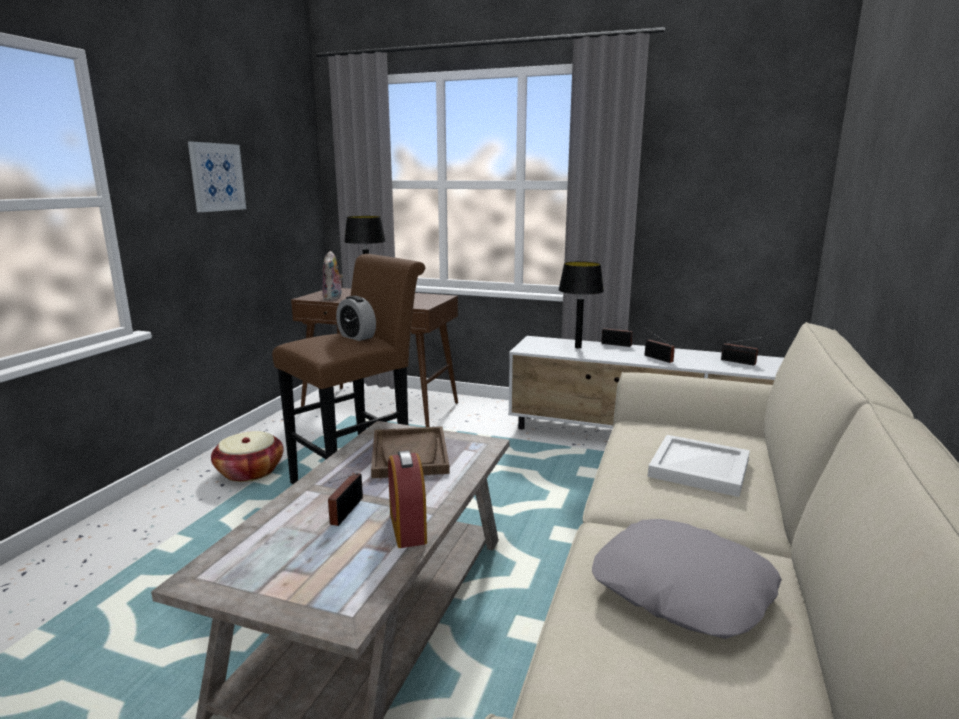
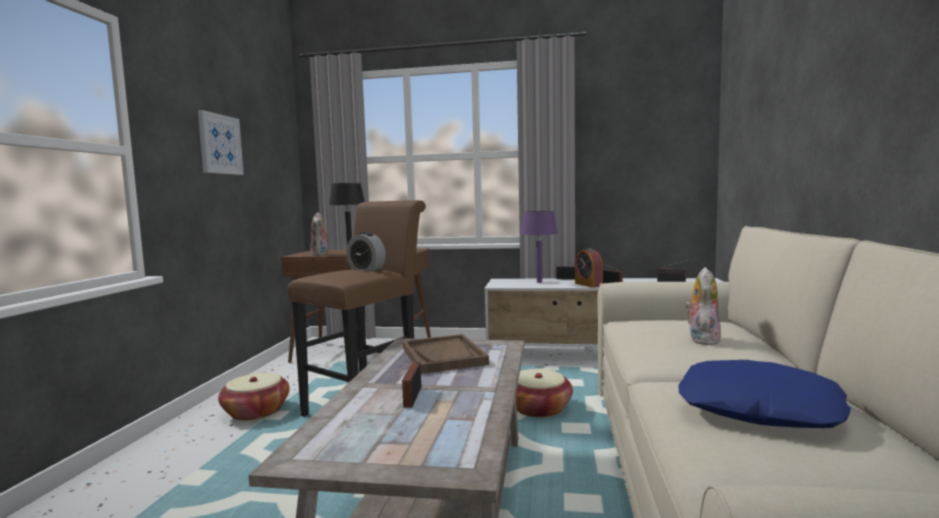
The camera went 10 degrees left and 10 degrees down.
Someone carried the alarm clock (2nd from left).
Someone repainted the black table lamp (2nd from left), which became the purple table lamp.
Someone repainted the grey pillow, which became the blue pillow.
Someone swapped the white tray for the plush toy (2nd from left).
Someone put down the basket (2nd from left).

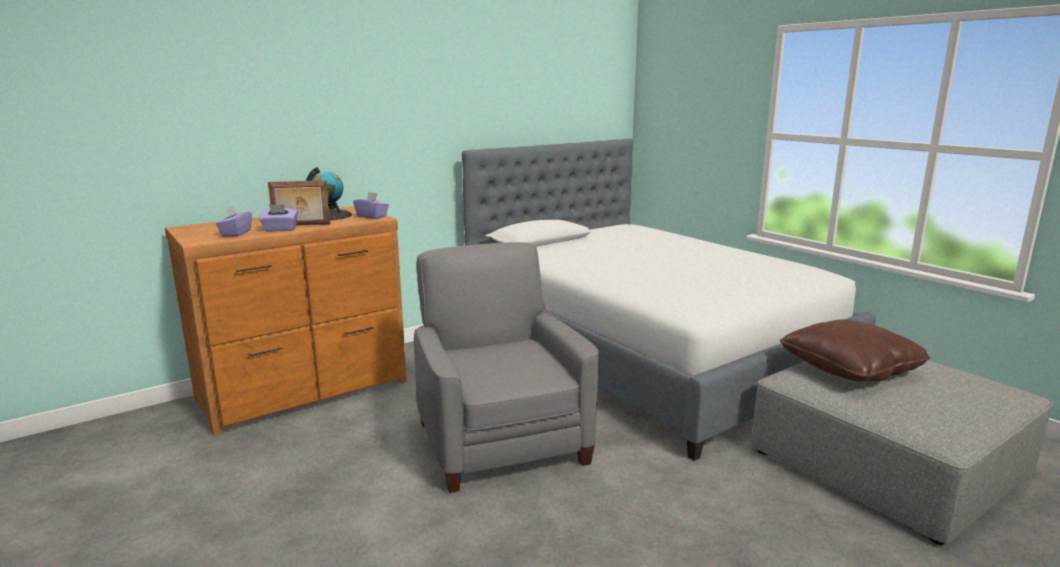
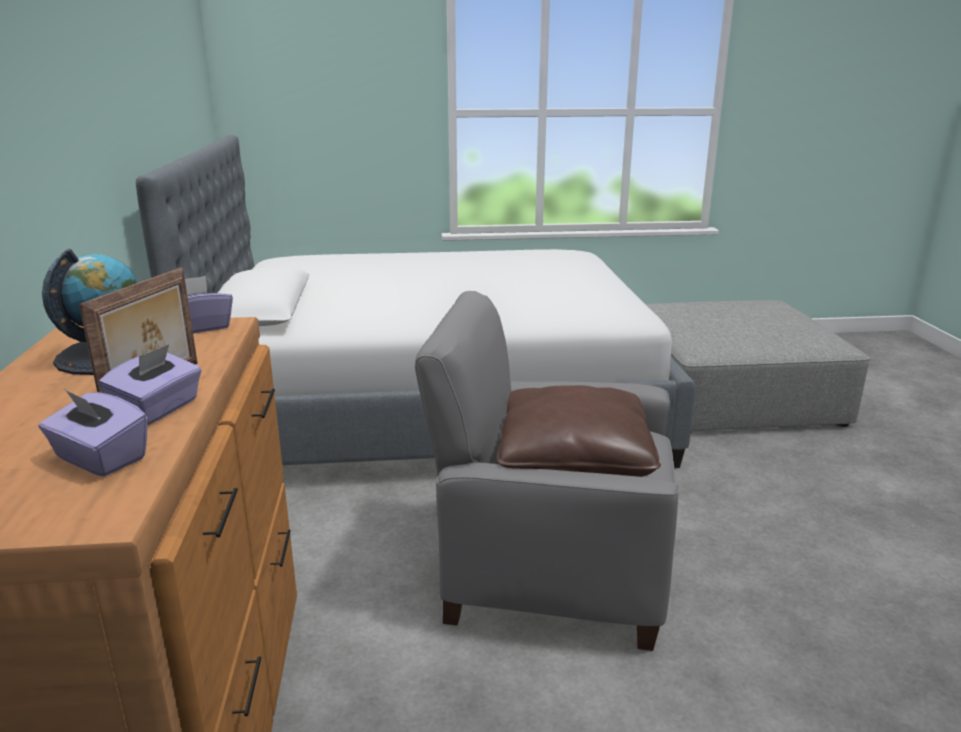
The camera went 60 degrees left and 5 degrees up.
Someone carried the brown pillow.

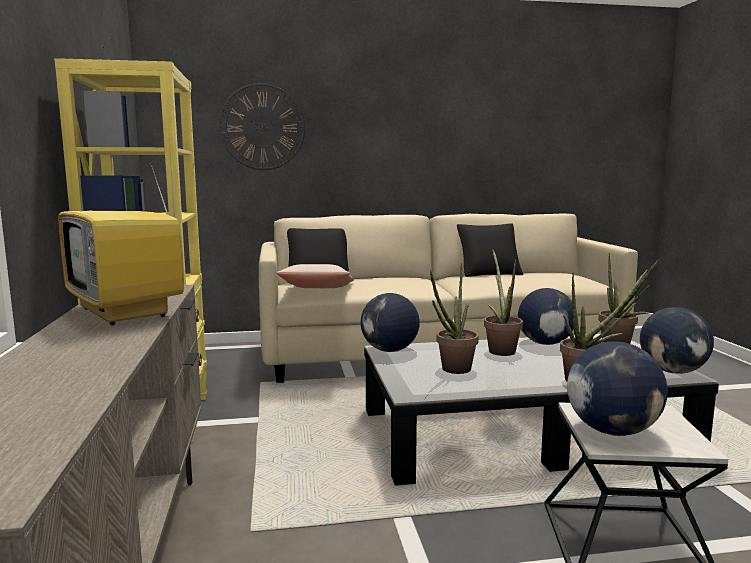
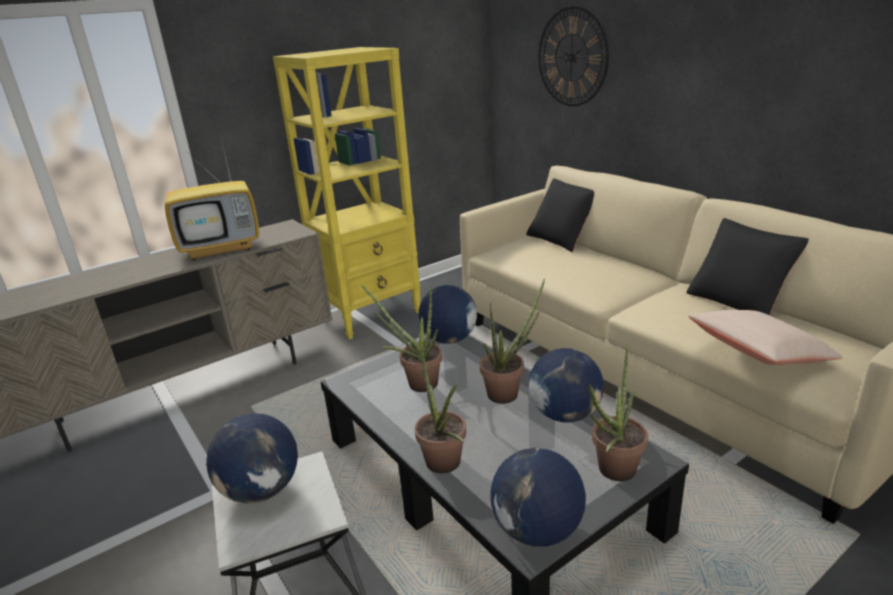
The camera went 65 degrees right and 15 degrees up.
Someone rotated the television by 135 degrees counterclockwise.
Someone carried the beige pillow.

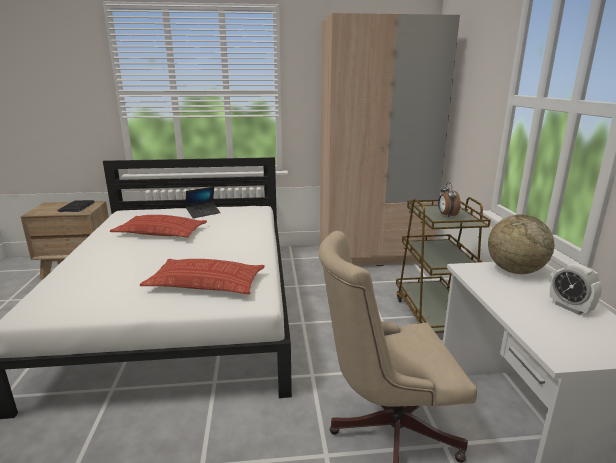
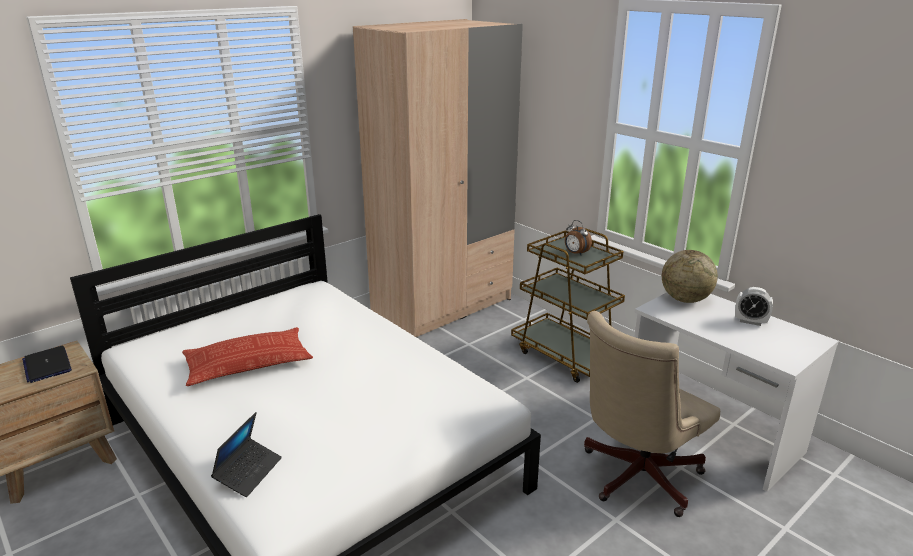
The camera went 35 degrees left and 5 degrees up.
Someone took away the pillow (2nd from left).
Someone carried the laptop (2nd from left).

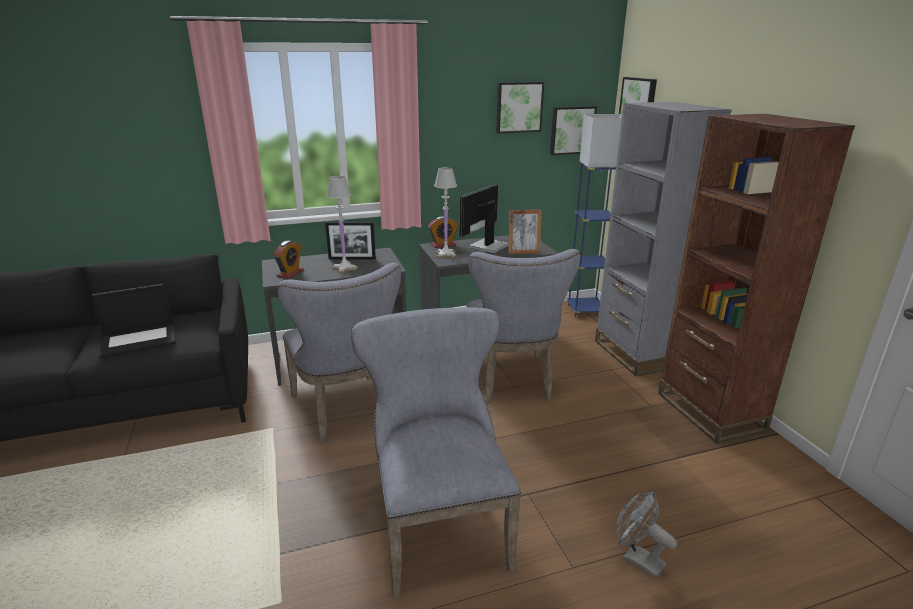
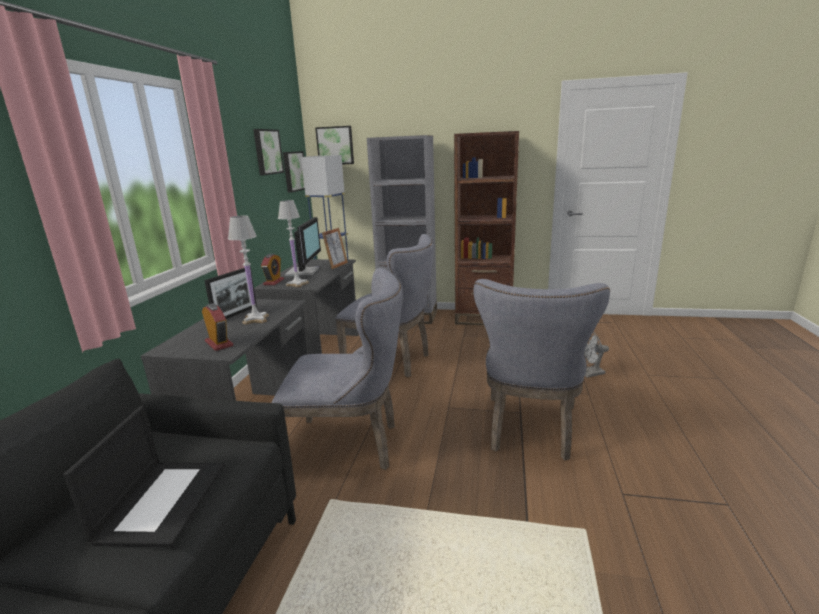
The camera went 60 degrees left and 5 degrees down.
Someone rotated the grey chair (2nd from left in the first image) by 90 degrees counterclockwise.
Someone rotated the monitor by 150 degrees counterclockwise.

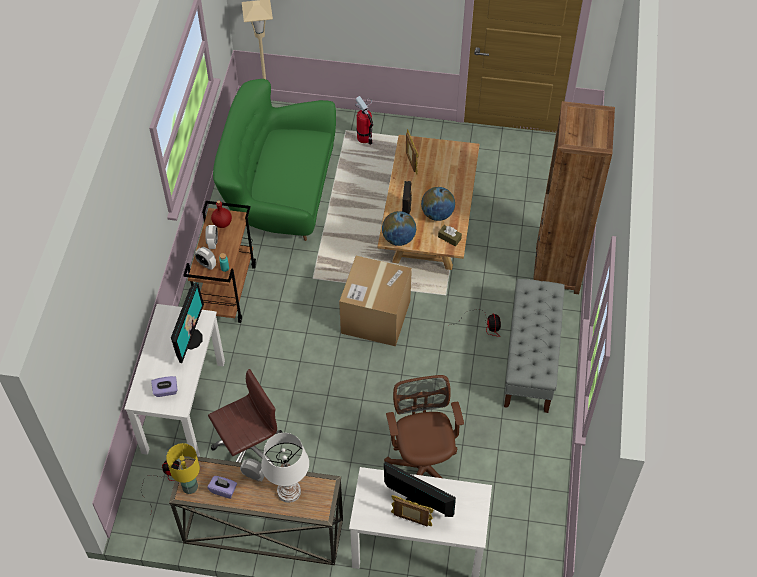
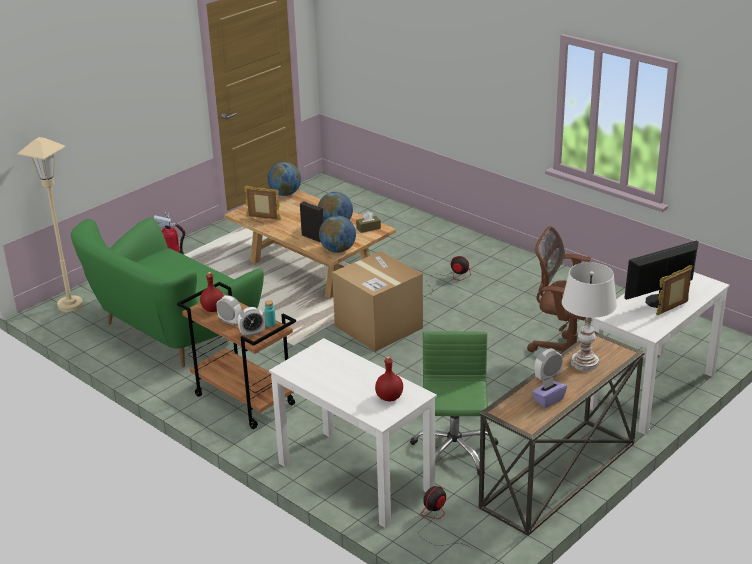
The camera went 55 degrees left and 25 degrees down.
Someone swapped the purple tissue box (1st from left) for the red bottle (2nd from left).
Someone took away the yellow table lamp.
Someone took away the monitor (1st from left).
Someone repainted the brown office chair (1st from left), which became the green office chair.
Someone took away the grey bench.
Someone took away the brown bookcase.
Someone put down the globe (1st from left).

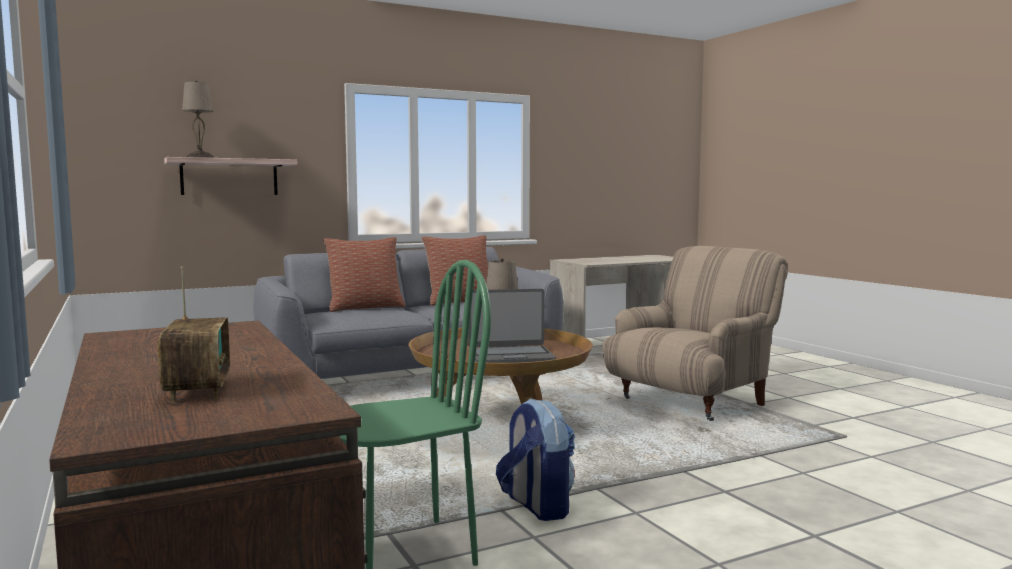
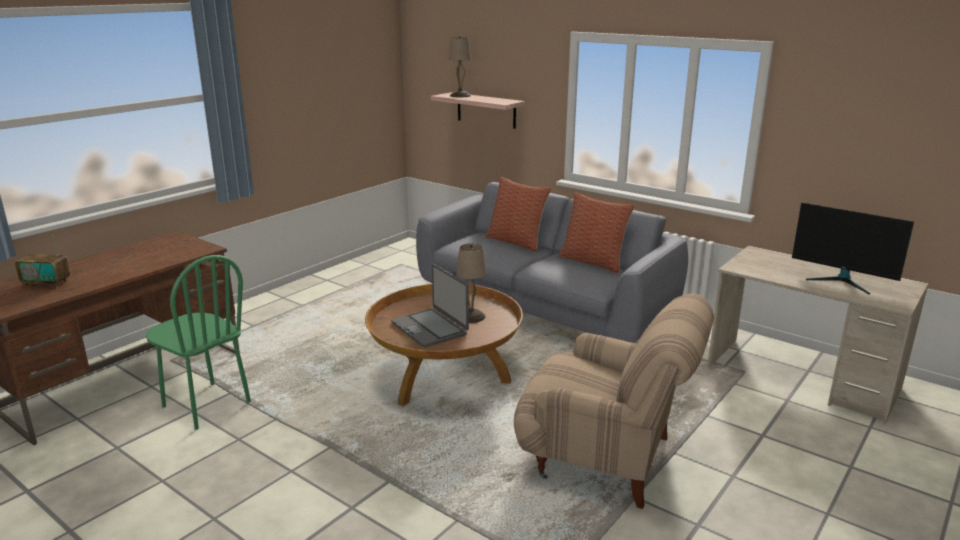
The camera went 65 degrees right and 15 degrees up.
Someone rotated the radio by 45 degrees clockwise.
Someone took away the backpack.
Someone put down the monitor.

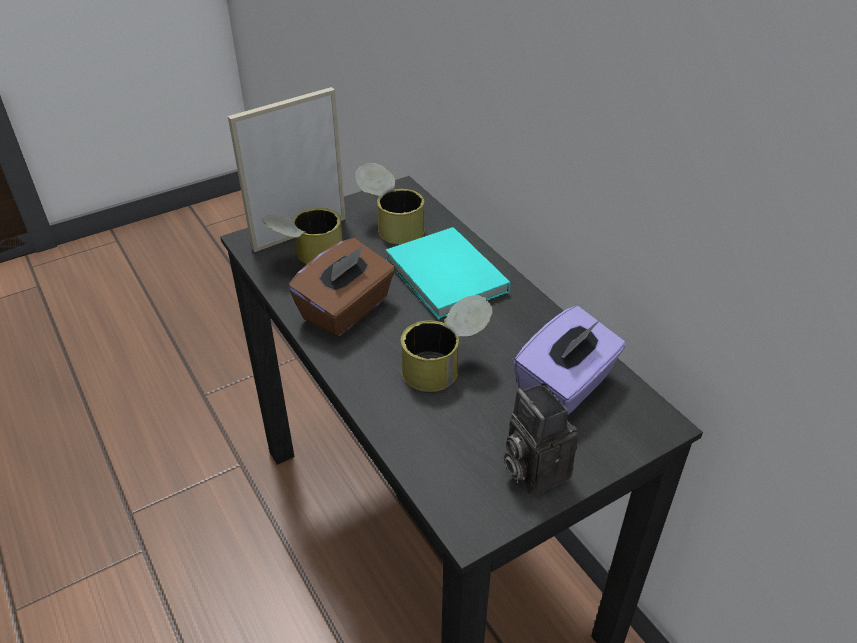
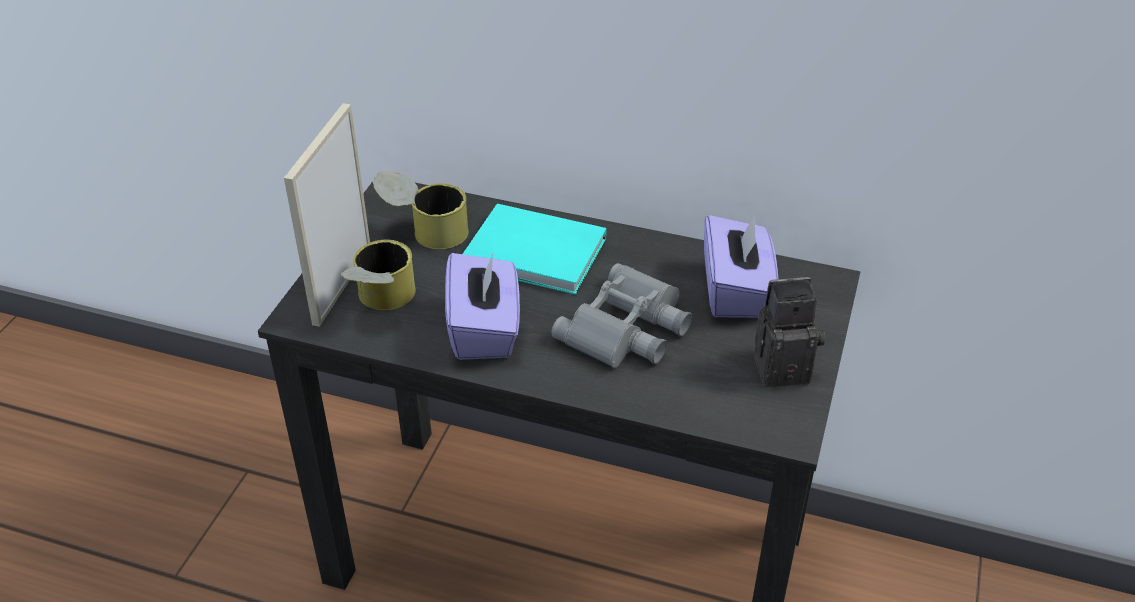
The camera went 40 degrees left and 0 degrees up.
Someone repainted the brown tissue box, which became the purple tissue box (1st from left).
Someone swapped the can (3rd from left) for the grey binoculars.
Someone rotated the photo camera by 150 degrees clockwise.

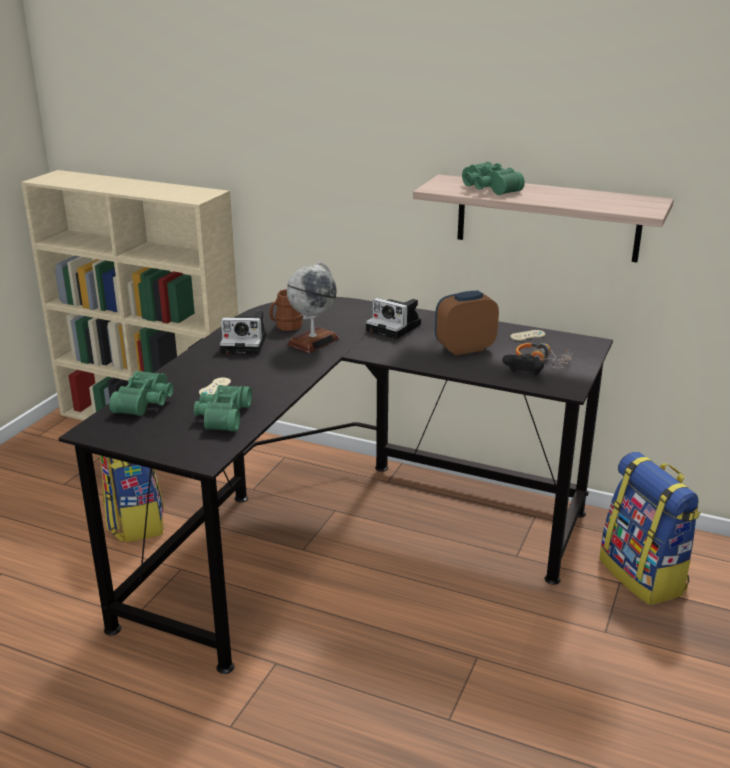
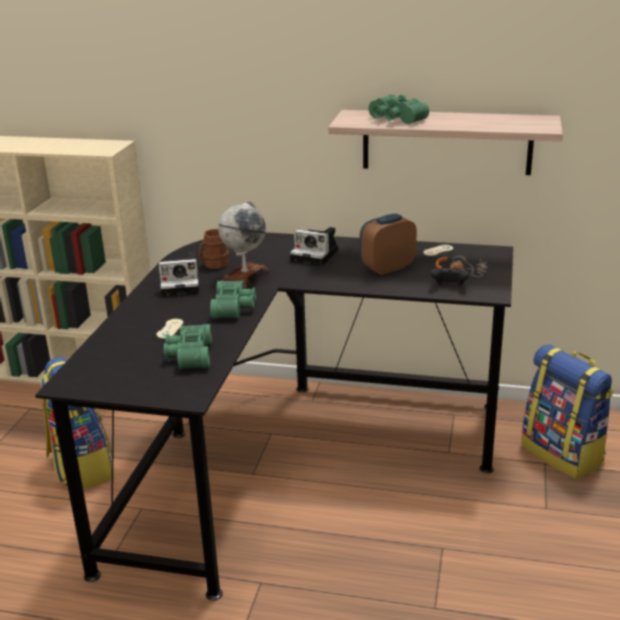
The camera went 10 degrees left and 0 degrees up.
Someone carried the green binoculars (1st from left in the first image).

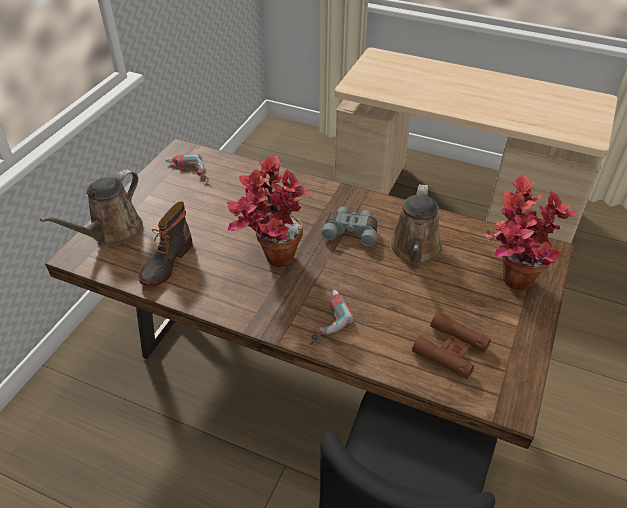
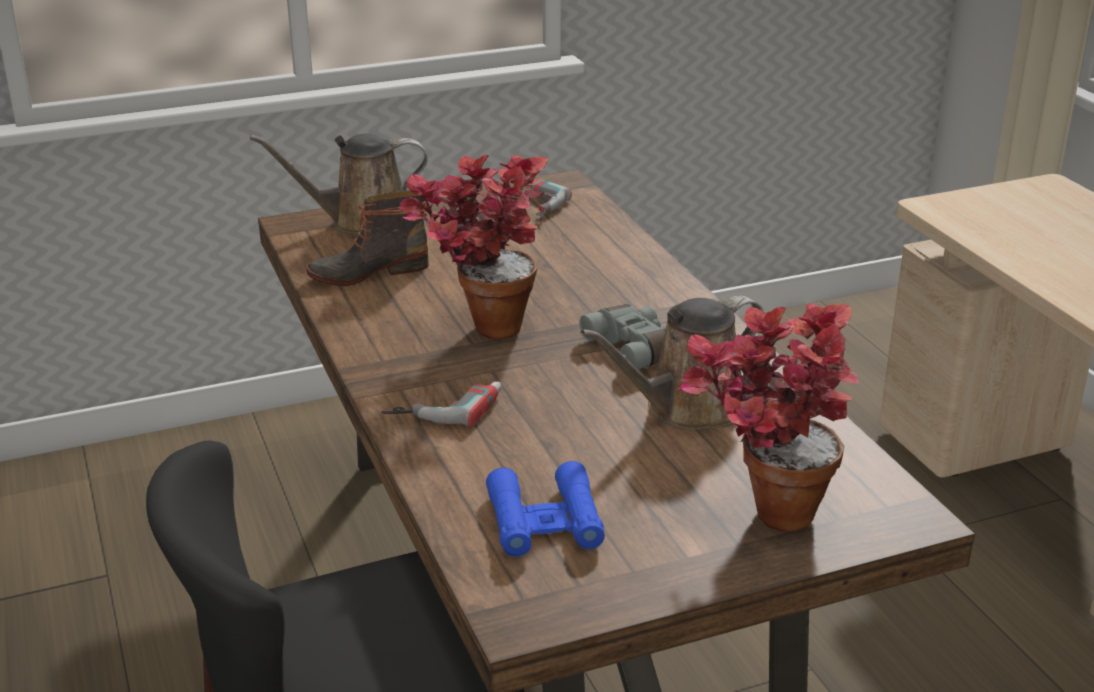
The camera went 45 degrees right and 15 degrees down.
Someone repainted the brown binoculars, which became the blue binoculars.

